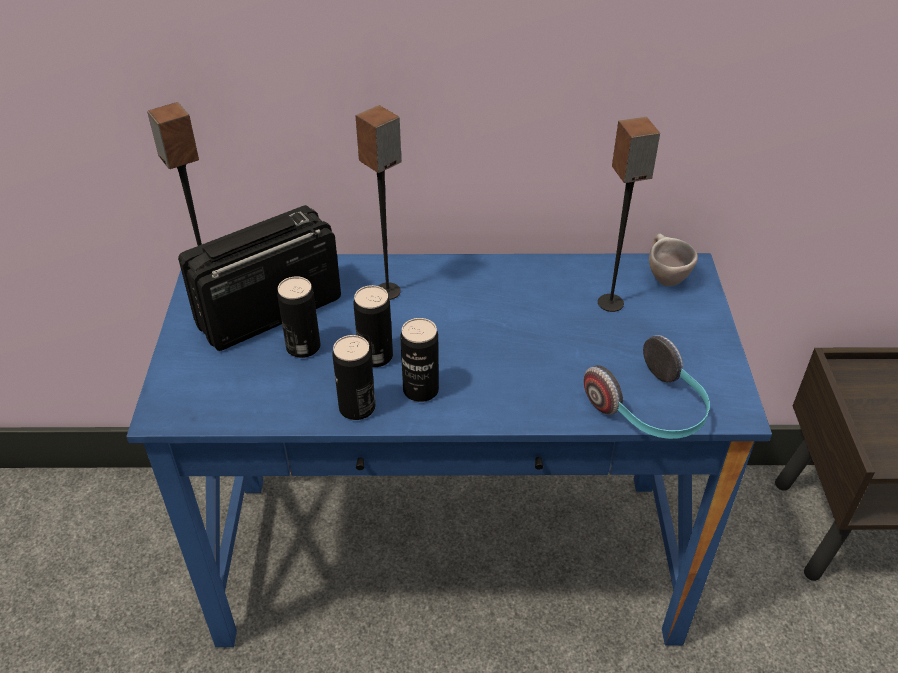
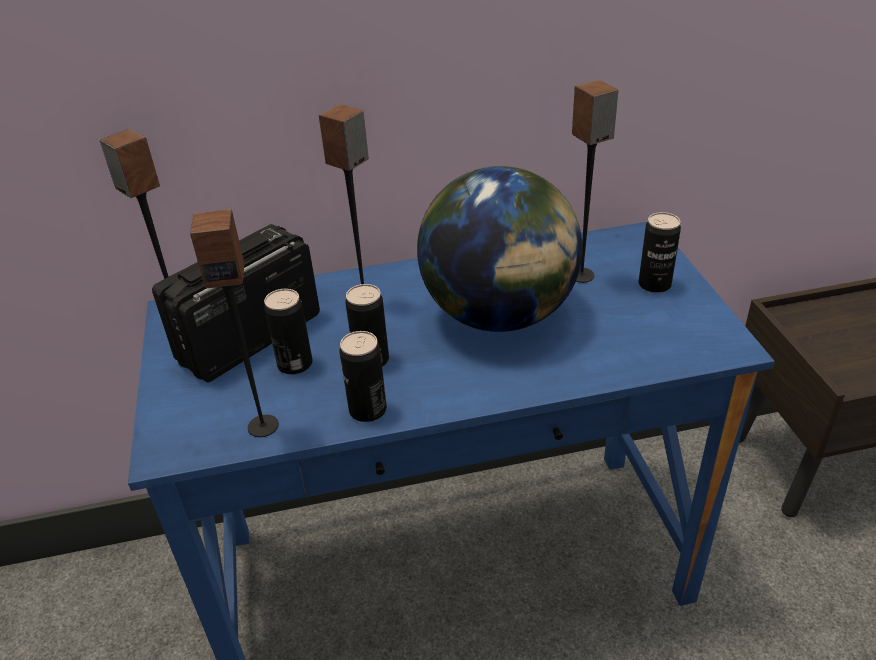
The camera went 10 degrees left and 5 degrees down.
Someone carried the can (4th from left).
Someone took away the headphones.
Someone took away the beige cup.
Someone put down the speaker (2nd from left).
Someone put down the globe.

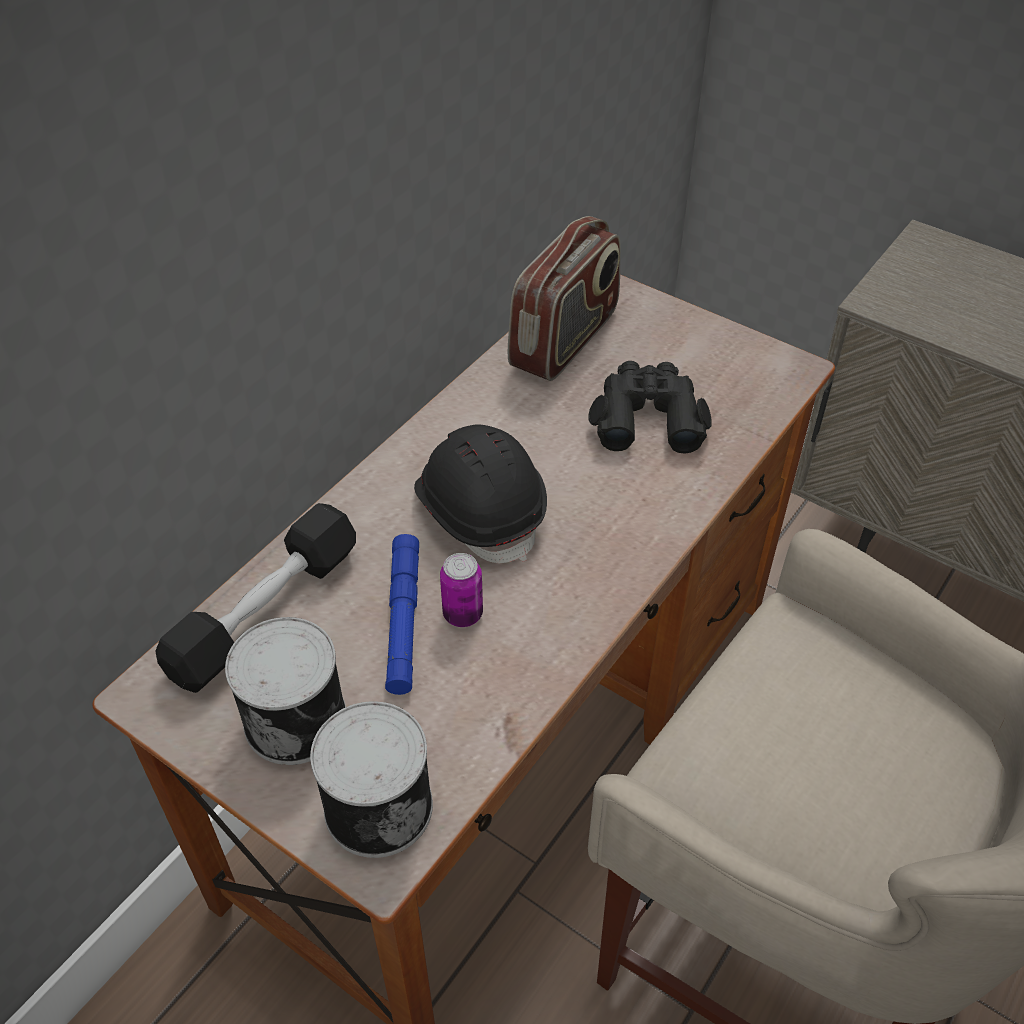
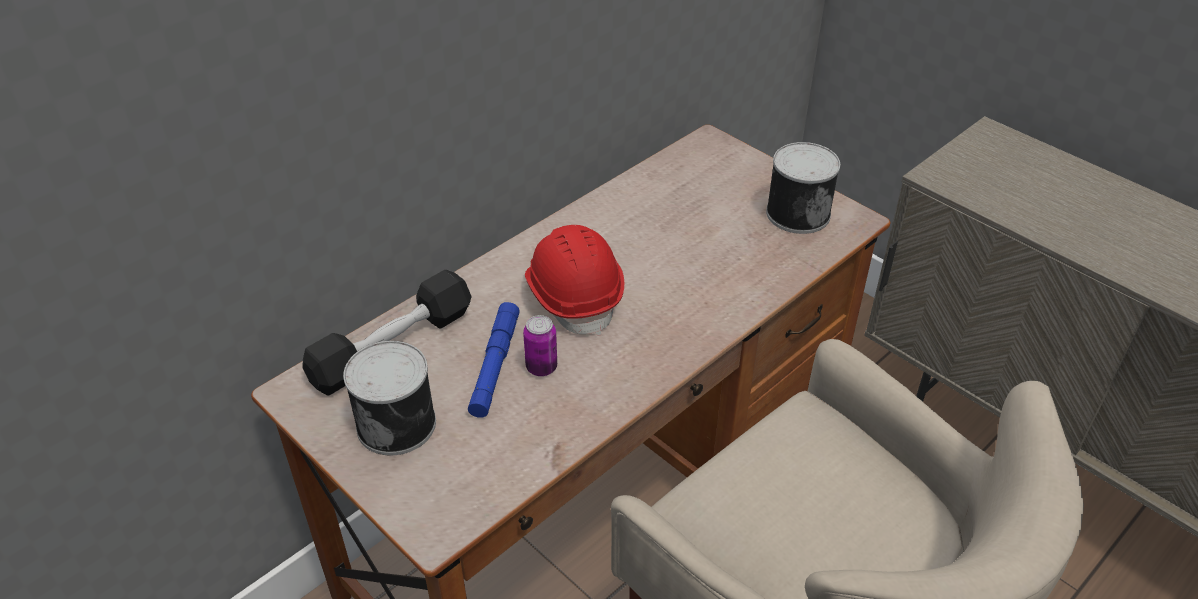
The camera went 10 degrees right and 5 degrees down.
Someone carried the can (2nd from left in the first image).
Someone repainted the black hard hat, which became the red hard hat.
Someone took away the radio.
Someone took away the black binoculars.

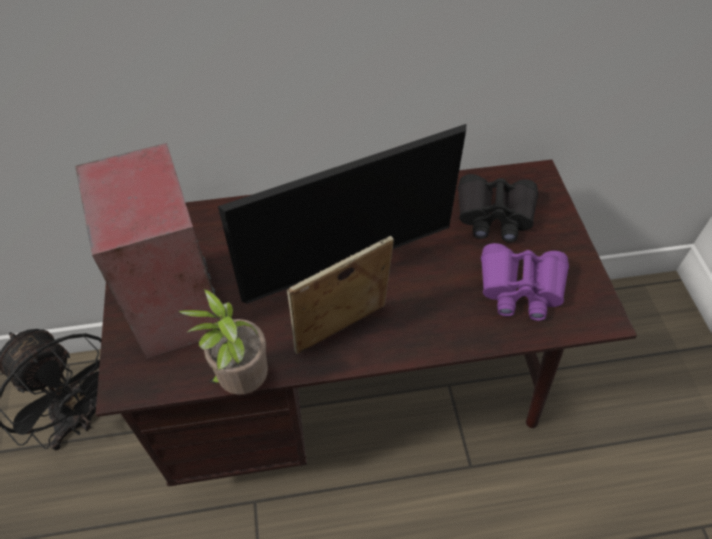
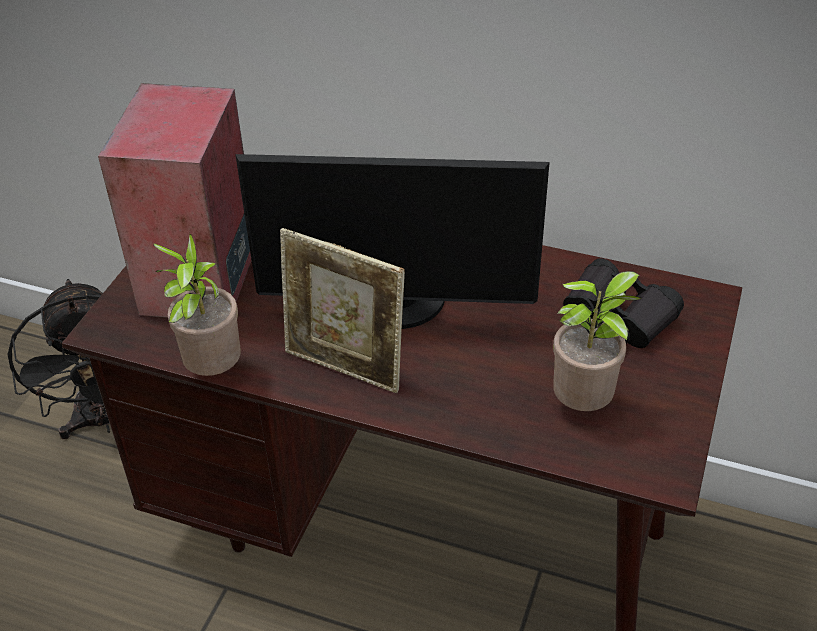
The camera went 30 degrees right and 10 degrees down.
Someone rotated the picture frame by 150 degrees counterclockwise.
Someone swapped the purple binoculars for the potted plant (2nd from left).

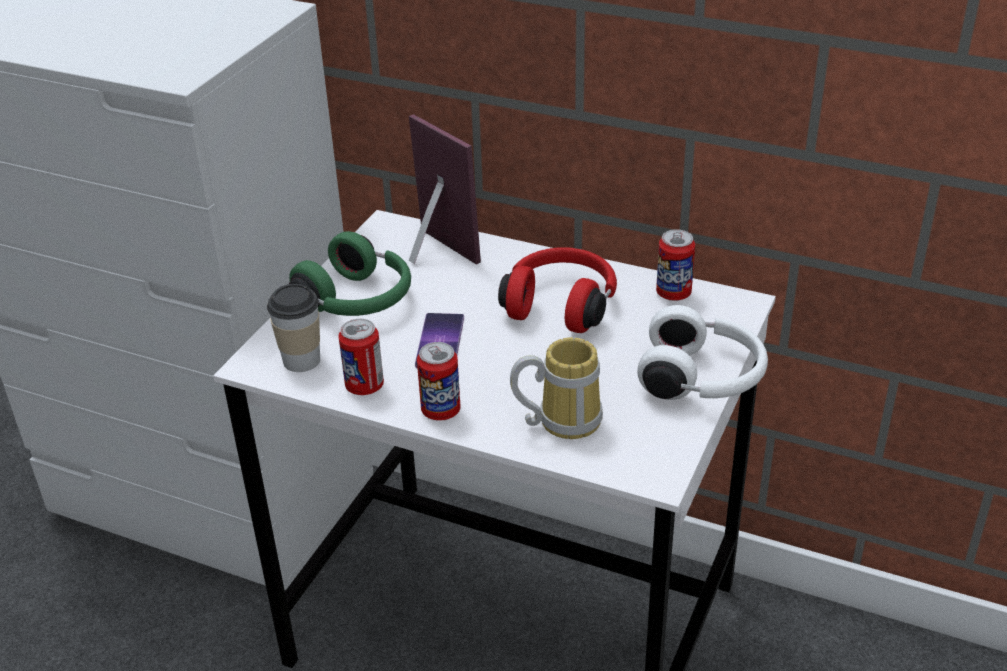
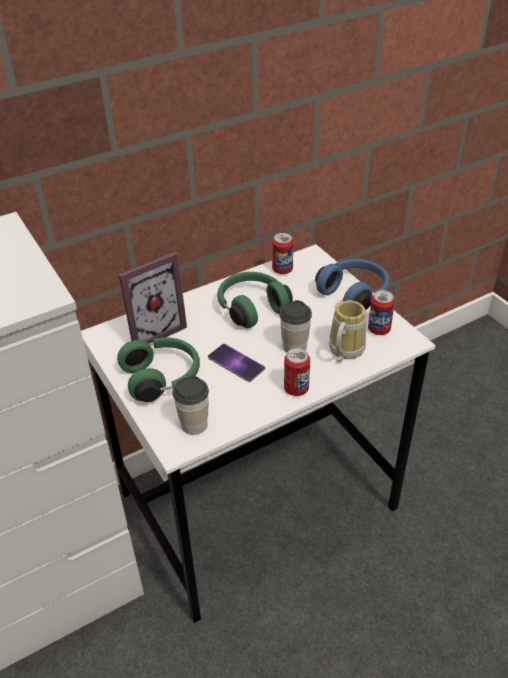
The camera went 55 degrees left and 5 degrees up.
Someone carried the can (1st from left in the first image).
Someone rotated the picture frame by 150 degrees clockwise.
Someone repainted the red headphones, which became the green headphones (2nd from left).
Someone repainted the white headphones, which became the blue headphones.
Someone put down the cup (2nd from left).

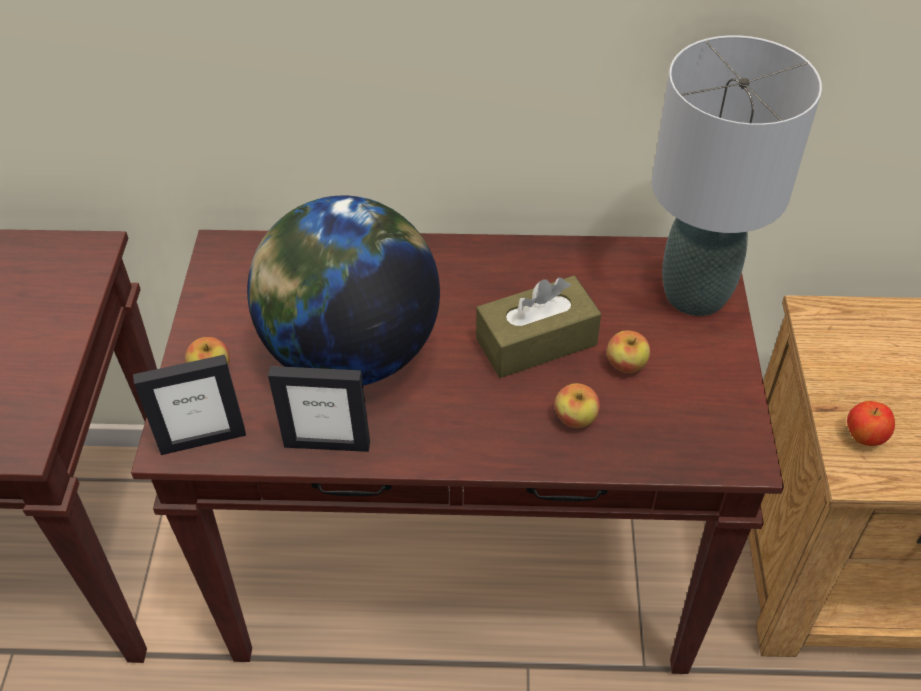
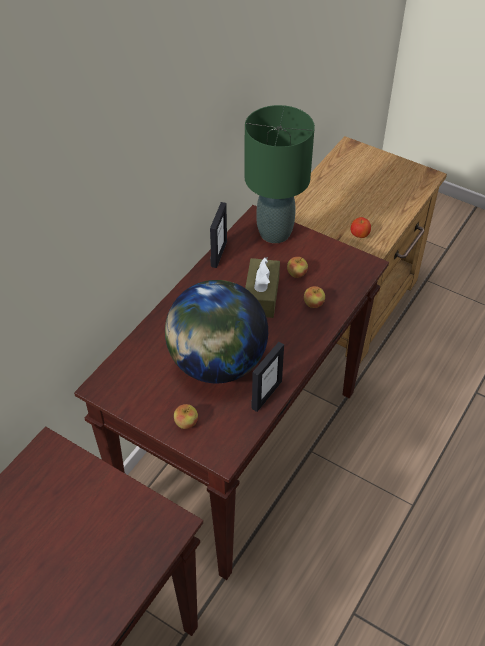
The camera went 60 degrees left and 0 degrees up.
Someone carried the picture frame (1st from left).
Someone repainted the grey table lamp, which became the green table lamp.

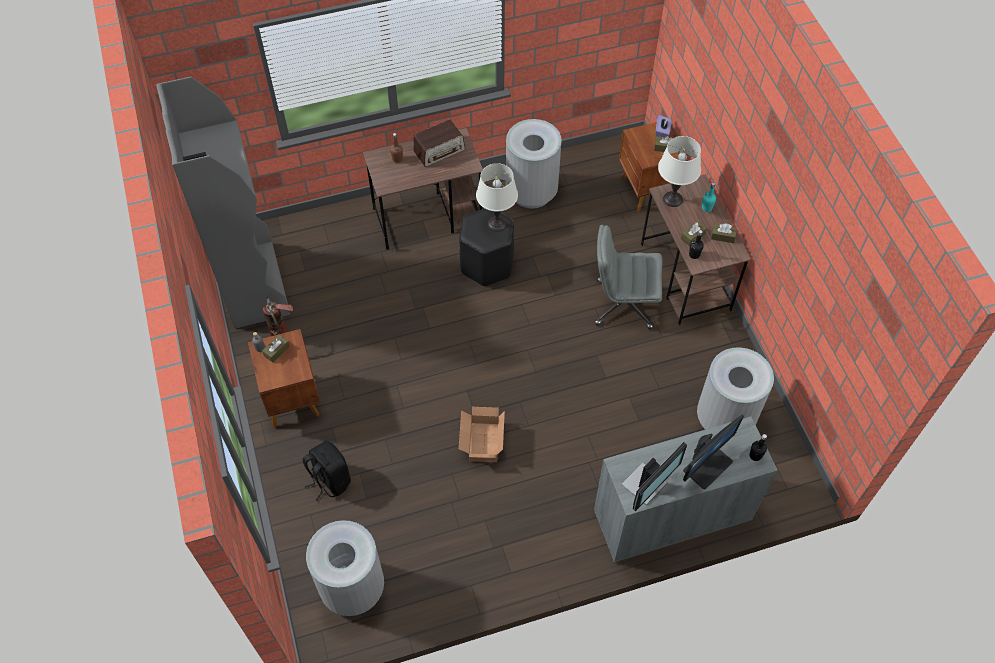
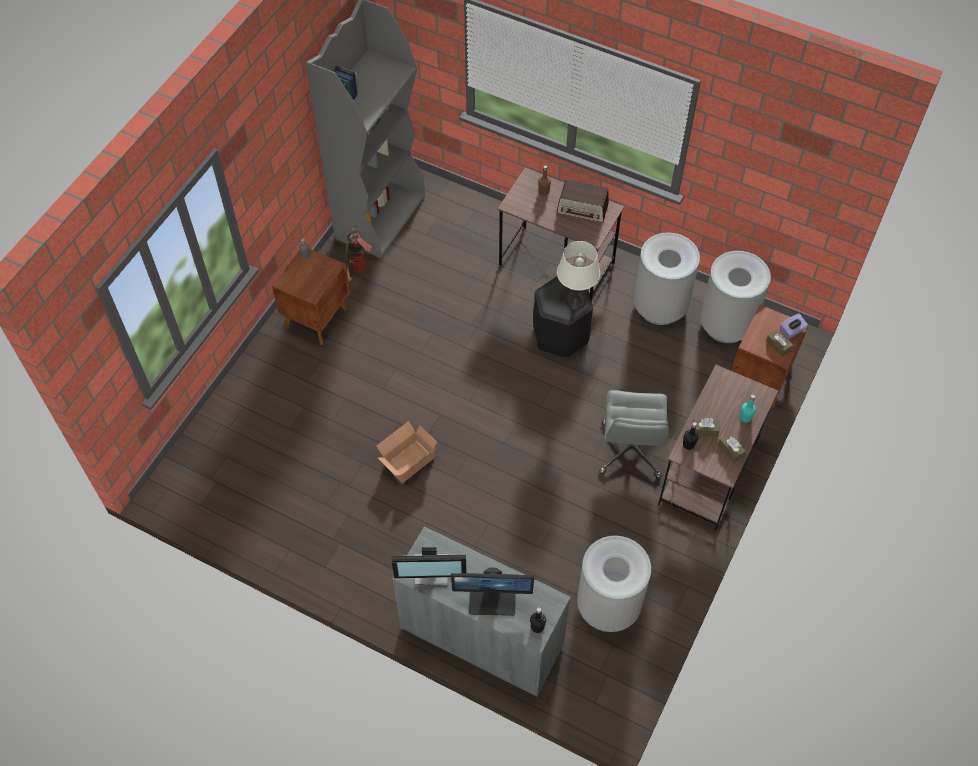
The camera went 45 degrees right and 0 degrees up.
Someone took away the brown tissue box (1st from left).
Someone took away the black backpack.
Someone carried the grey trash can (1st from left in the first image).
Someone rotated the grey office chair by 135 degrees counterclockwise.
Someone took away the white table lamp (2nd from left).

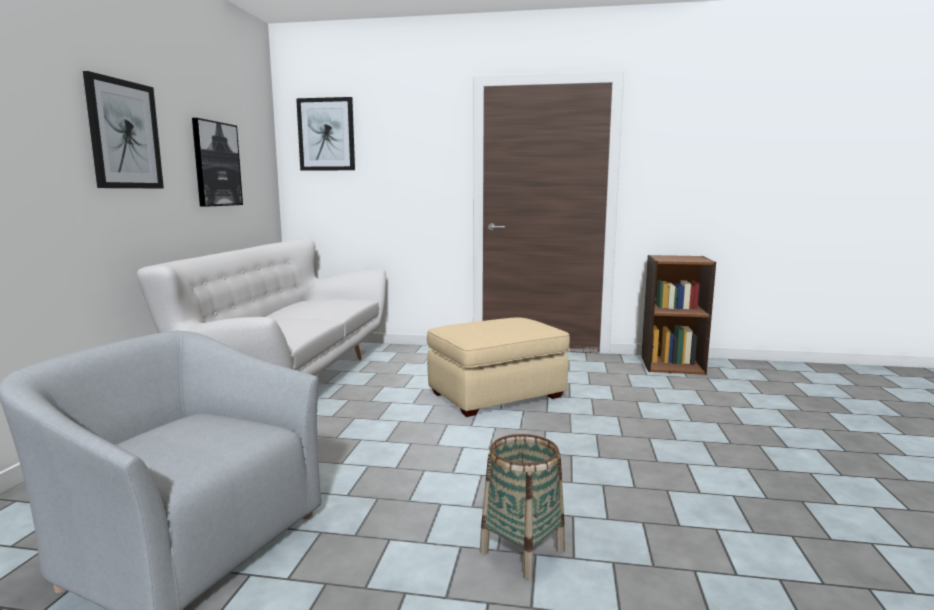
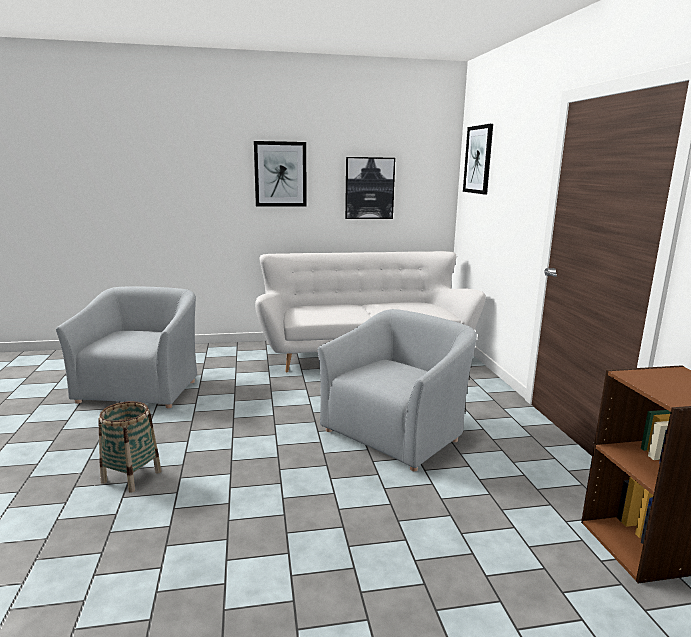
The camera went 70 degrees right and 5 degrees up.
Someone swapped the beige ottoman for the grey armchair (2nd from left).

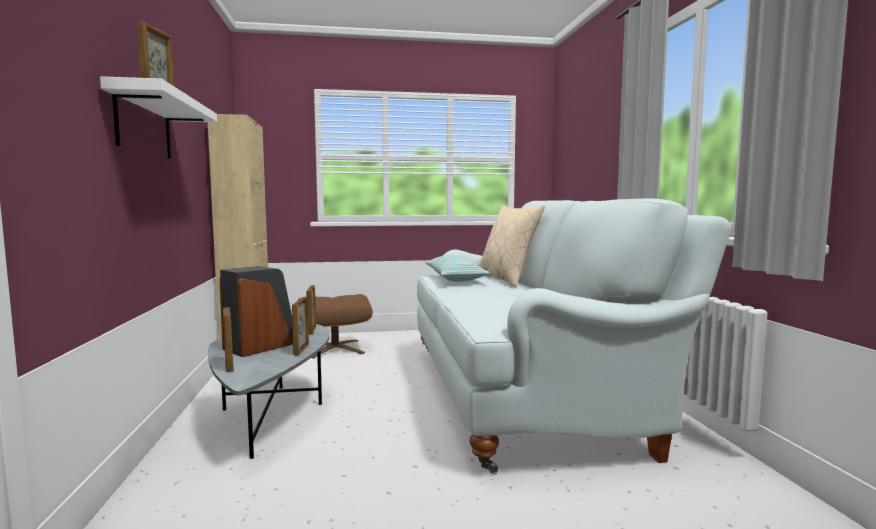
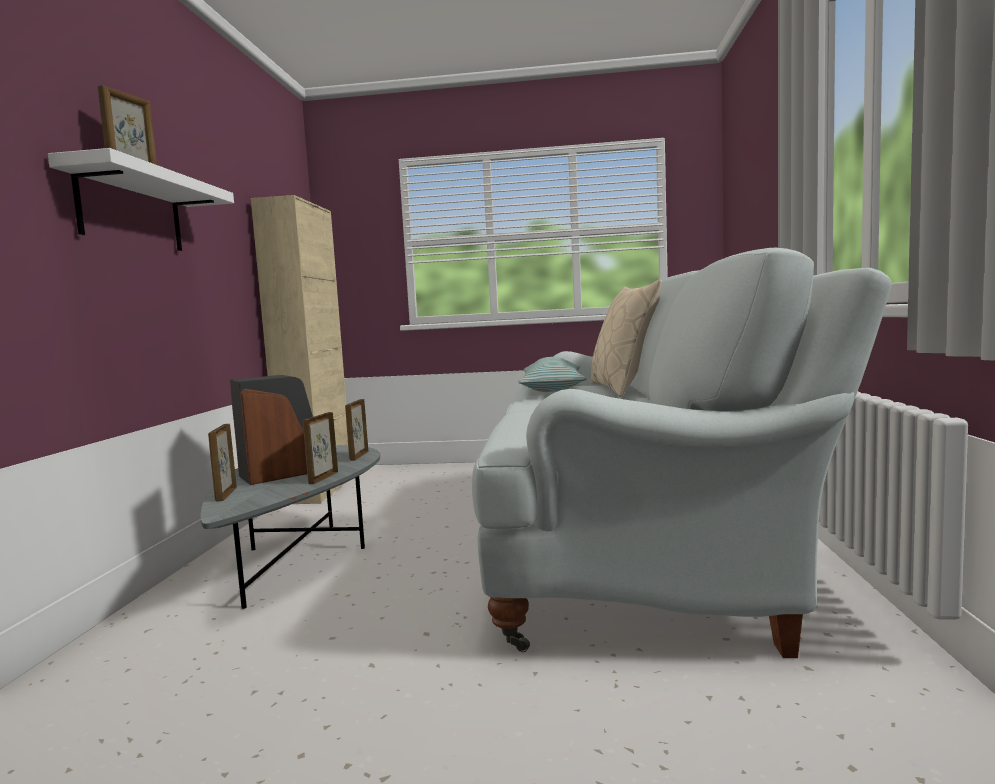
The camera went 15 degrees right and 0 degrees up.
Someone took away the brown ottoman.

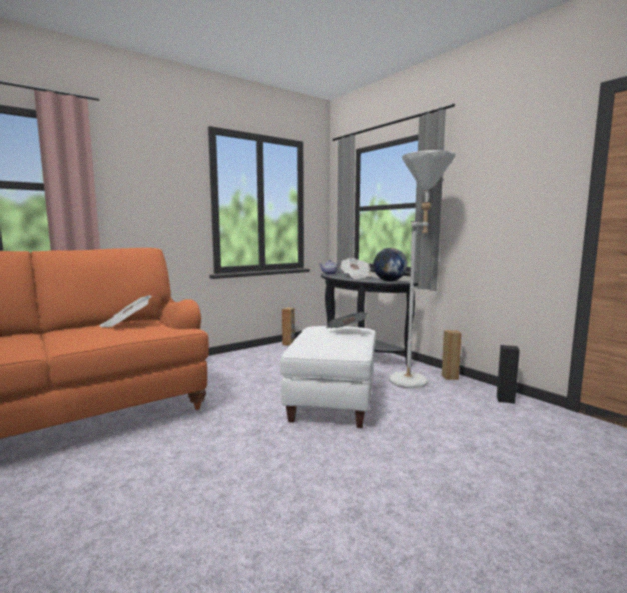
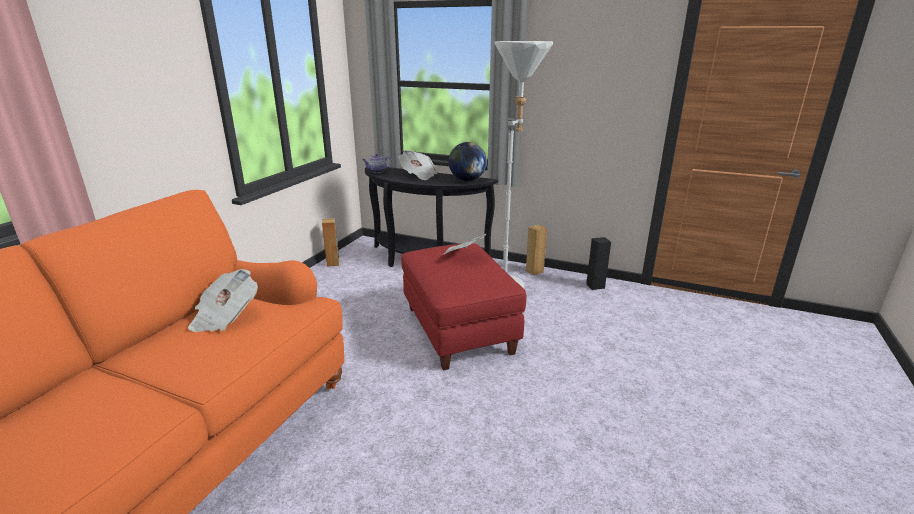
The camera went 30 degrees left and 15 degrees up.
Someone repainted the white ottoman, which became the red ottoman.

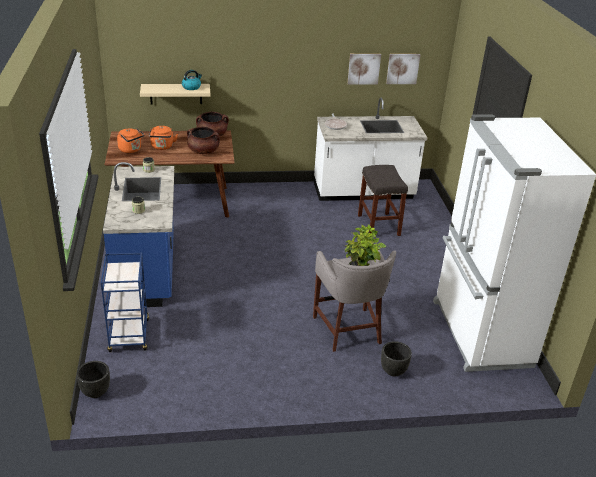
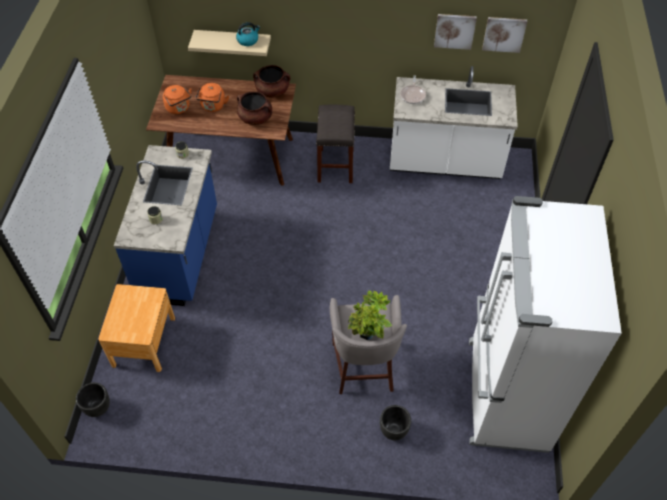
The camera went 15 degrees right and 20 degrees up.
Someone swapped the blue cart for the brown nightstand.
Someone carried the grey stool (2nd from left in the first image).

